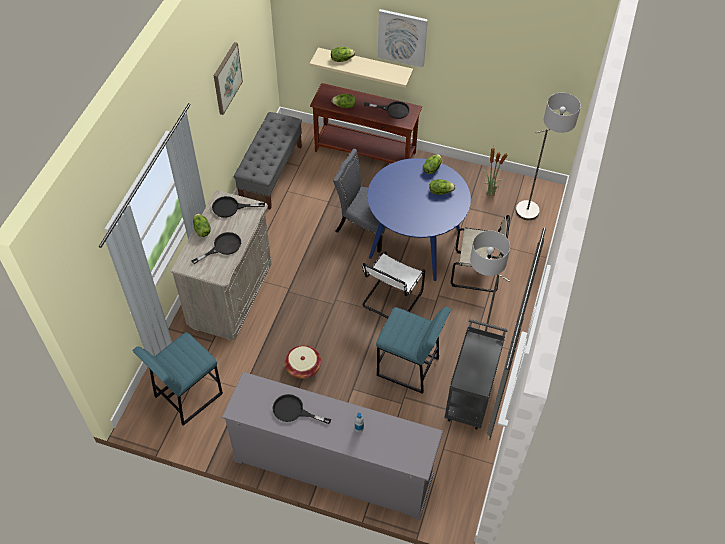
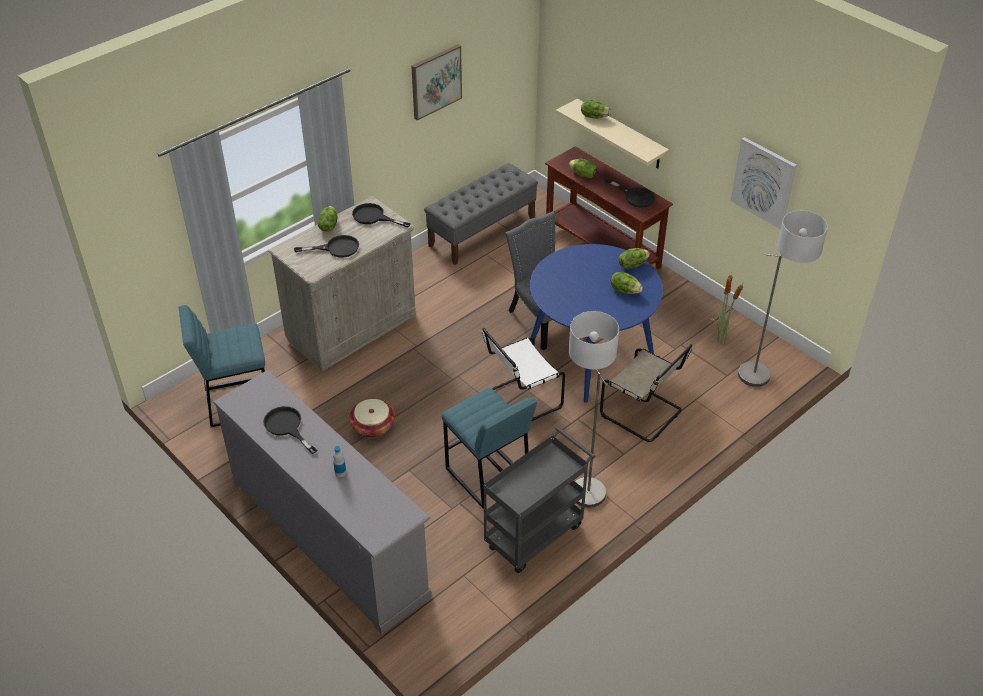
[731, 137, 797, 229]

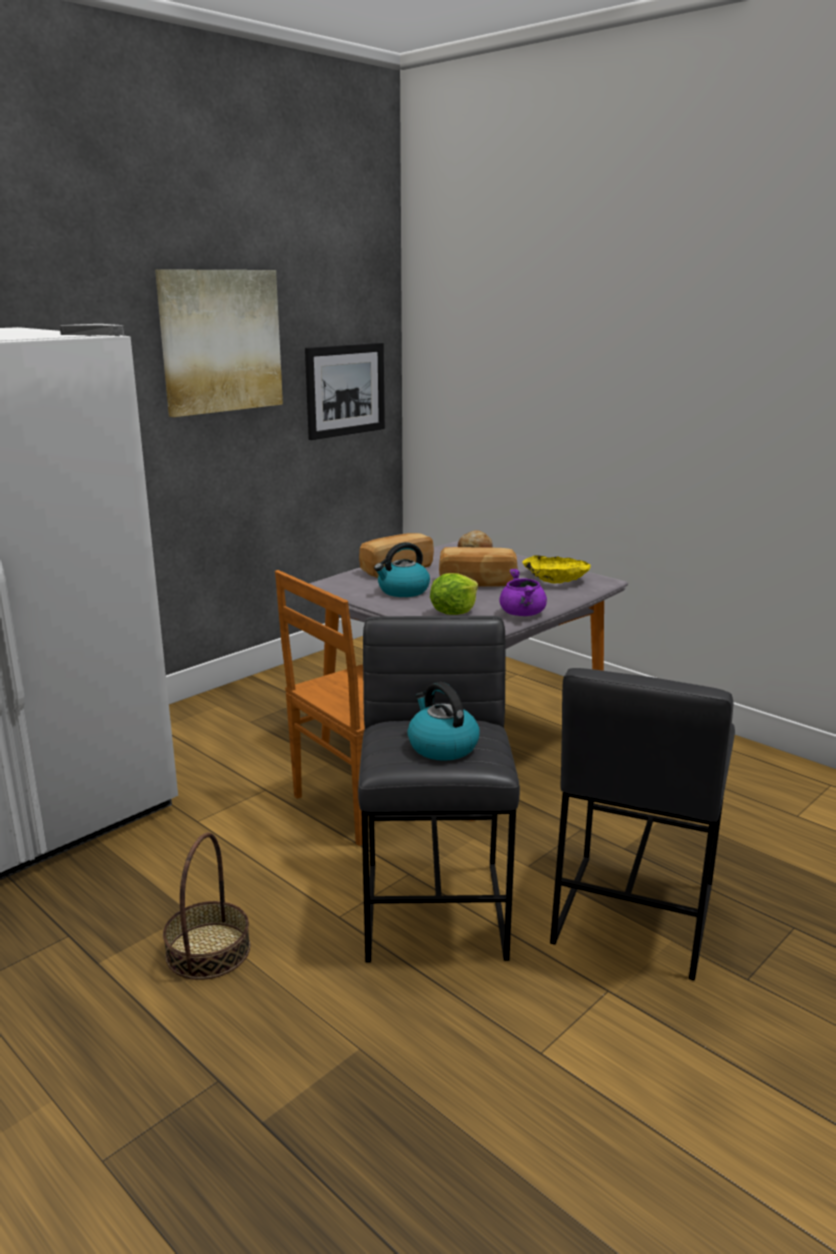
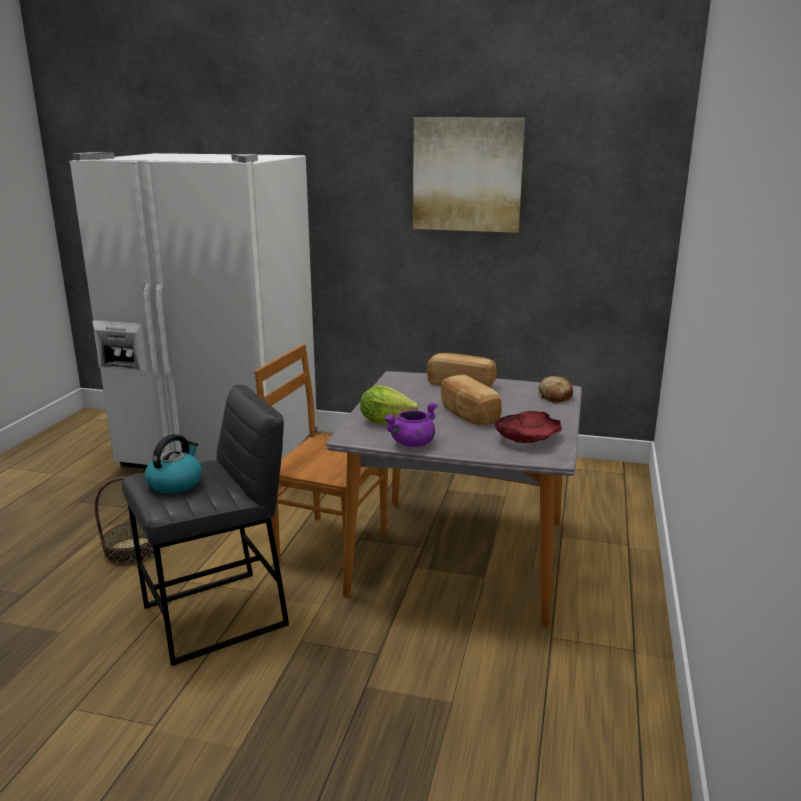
[305, 343, 385, 440] (first image)
[374, 542, 430, 597] (first image)
[550, 668, 735, 981] (first image)
[495, 411, 562, 443]

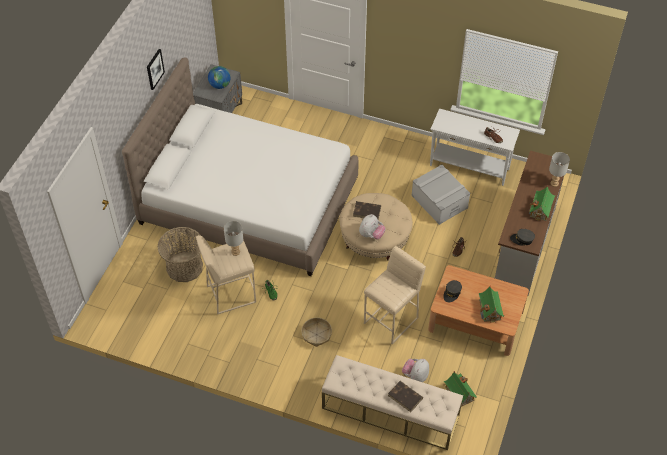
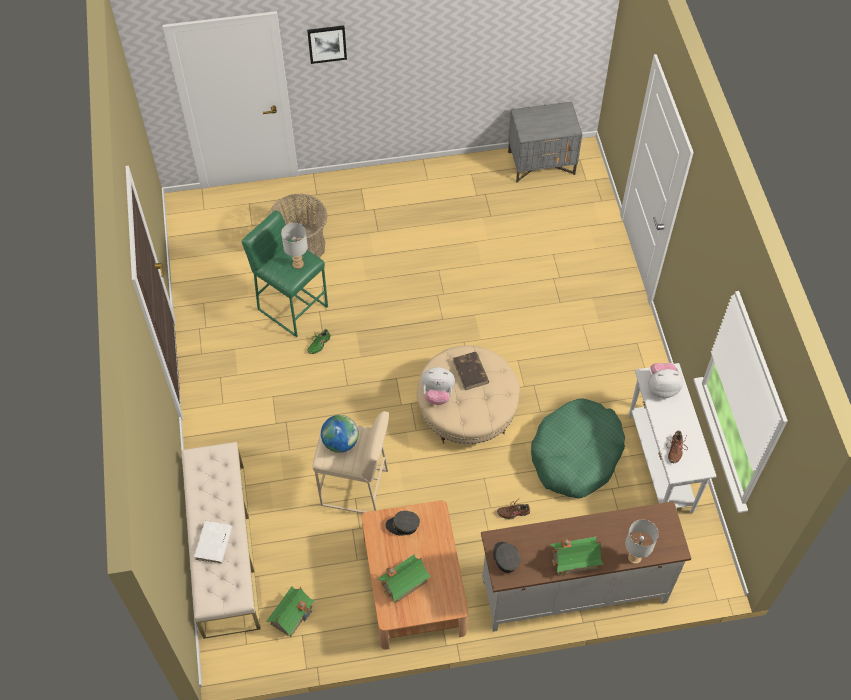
[122, 57, 359, 276] (first image)
[301, 318, 332, 347] (first image)
[307, 25, 347, 64]
[321, 415, 358, 453]
[648, 363, 684, 398]
[531, 399, 625, 499]
[242, 210, 328, 337]
[194, 521, 232, 564]

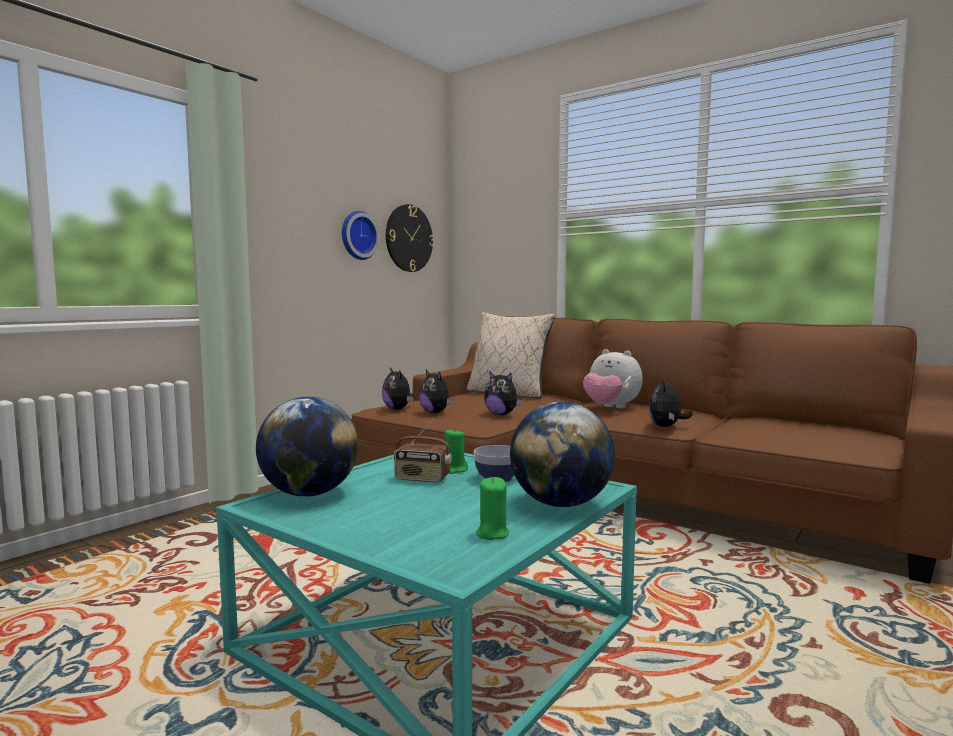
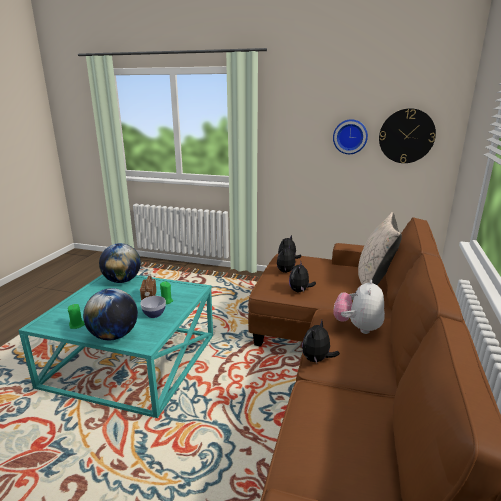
[302, 320, 340, 363]

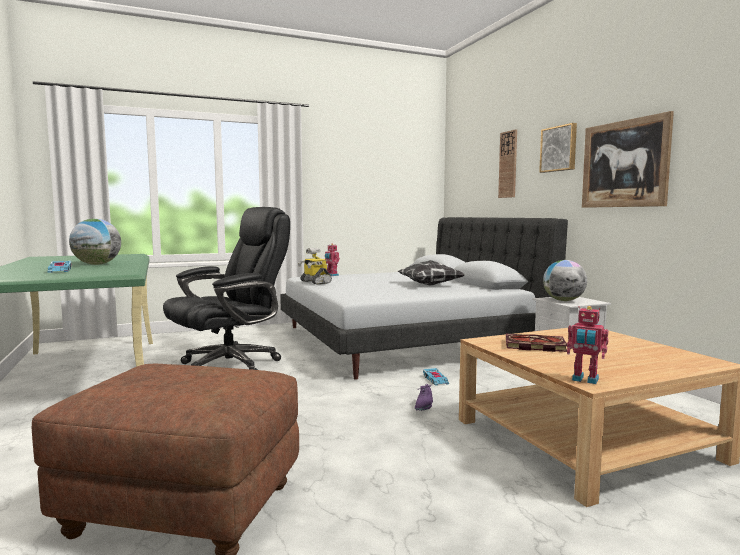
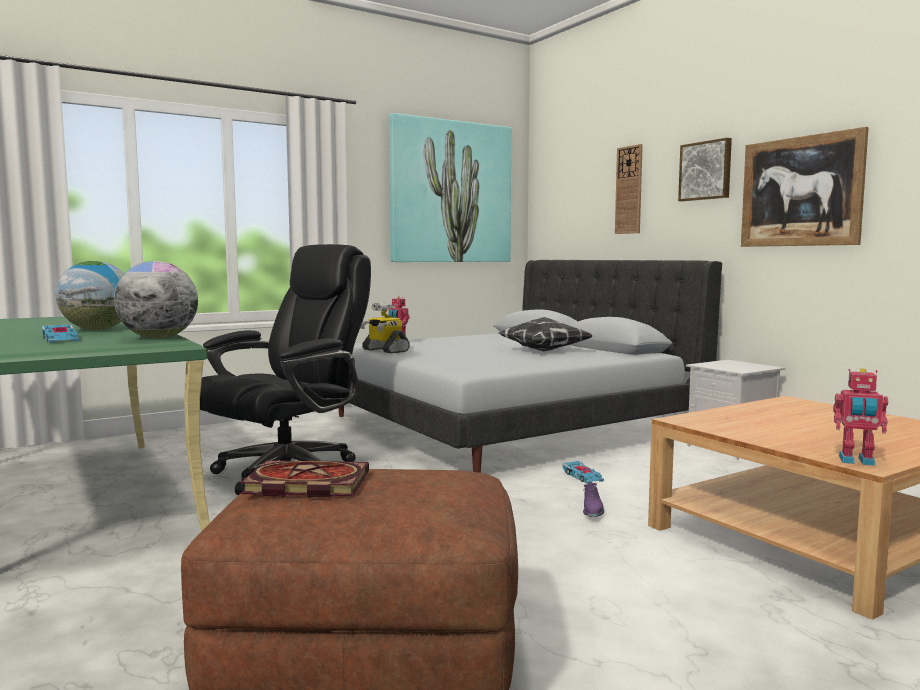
[389, 113, 512, 262]
[240, 460, 369, 497]
[114, 261, 198, 339]

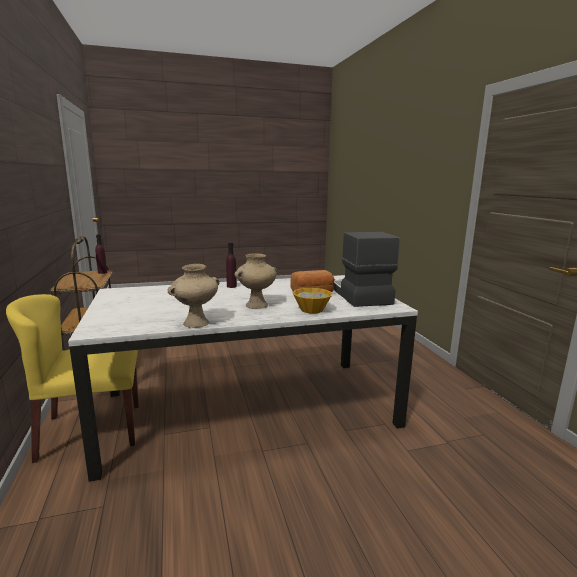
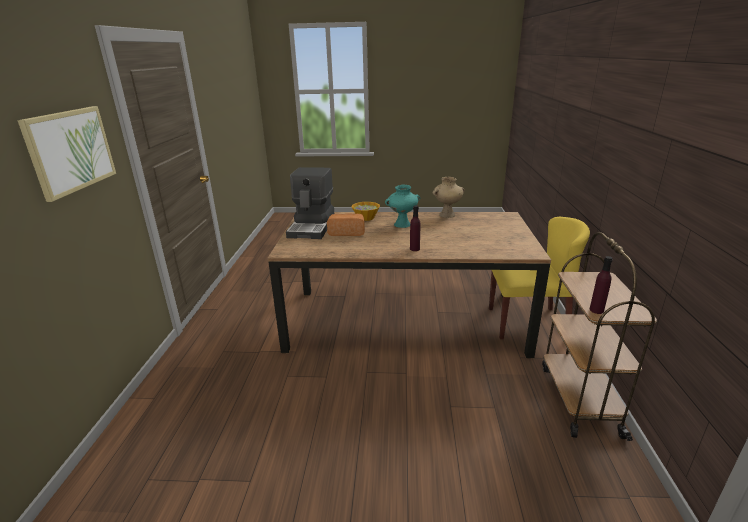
[18, 106, 116, 202]
[268, 212, 551, 358]
[385, 185, 420, 228]

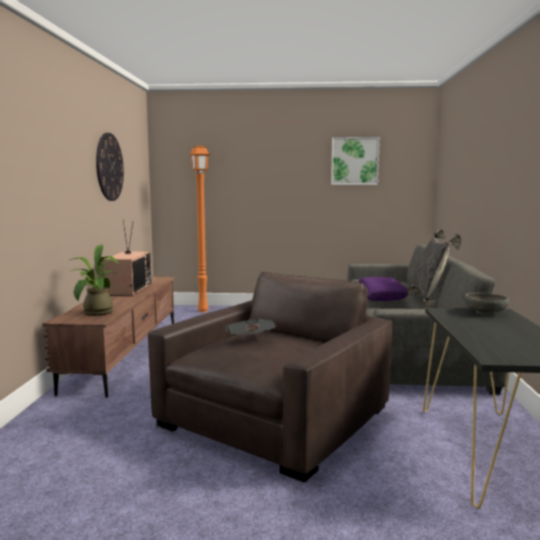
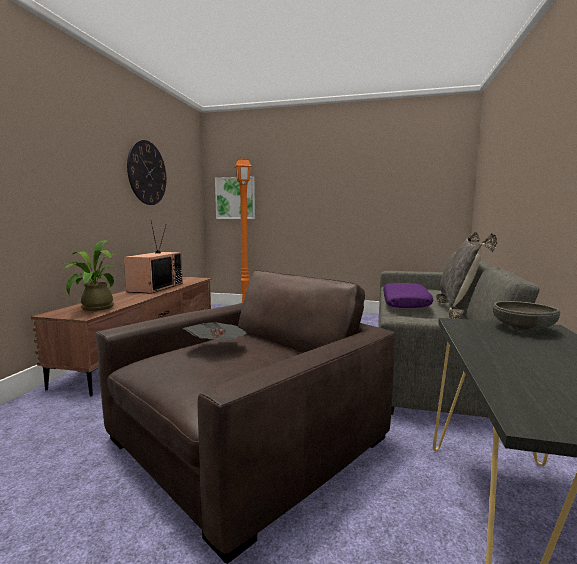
[215, 176, 255, 219]

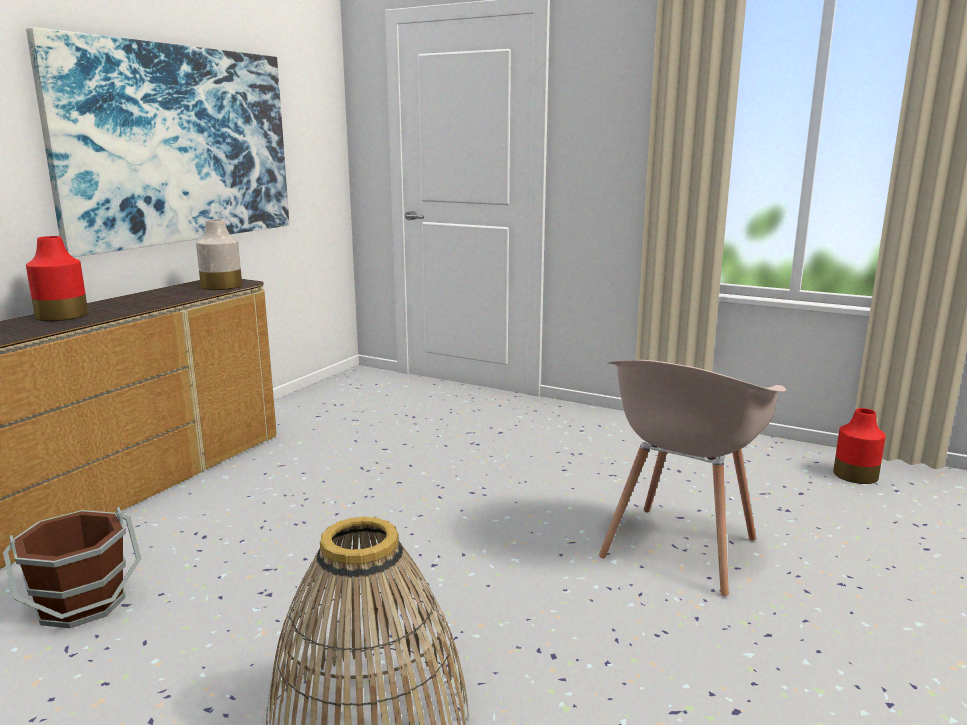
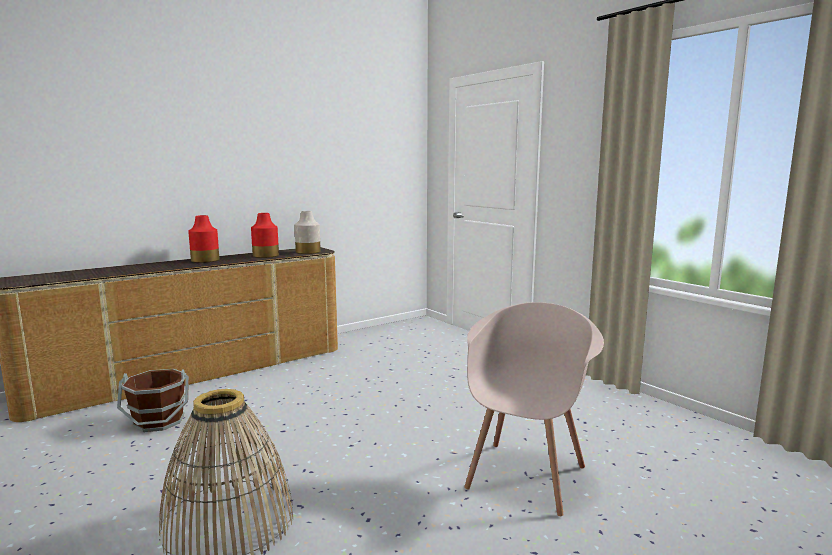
[26, 27, 289, 257] (first image)
[251, 213, 279, 258]
[464, 302, 604, 516]

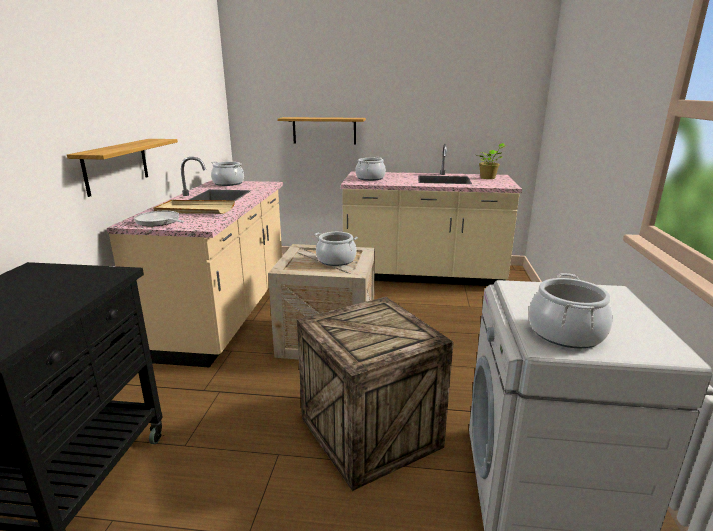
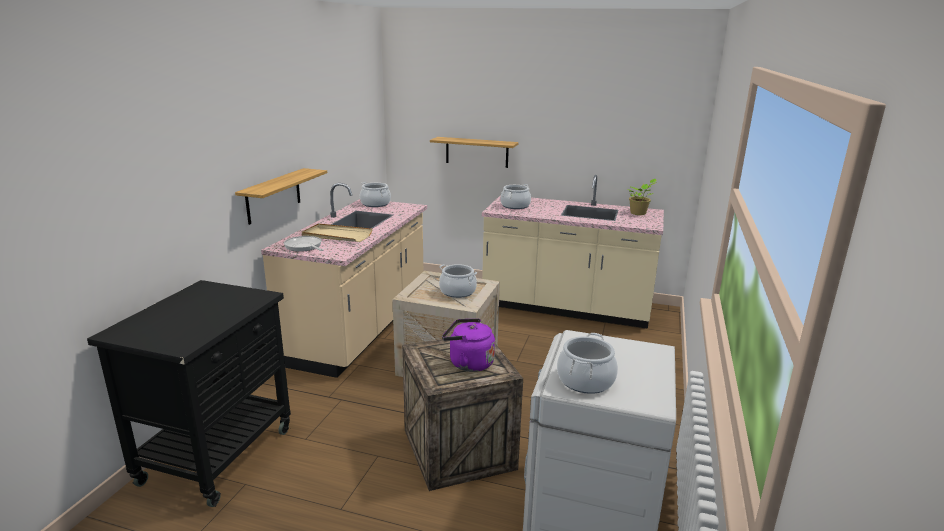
[442, 319, 495, 372]

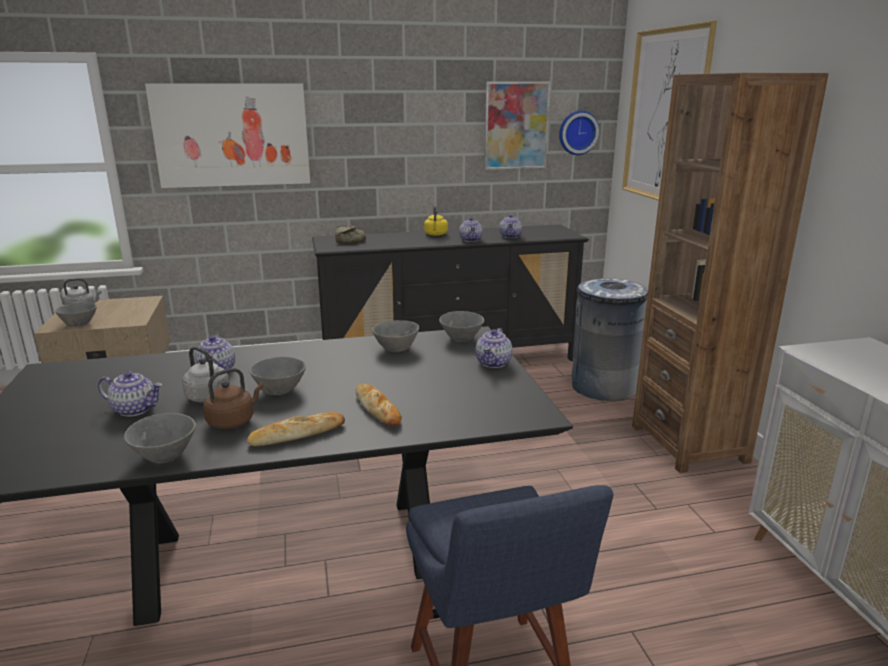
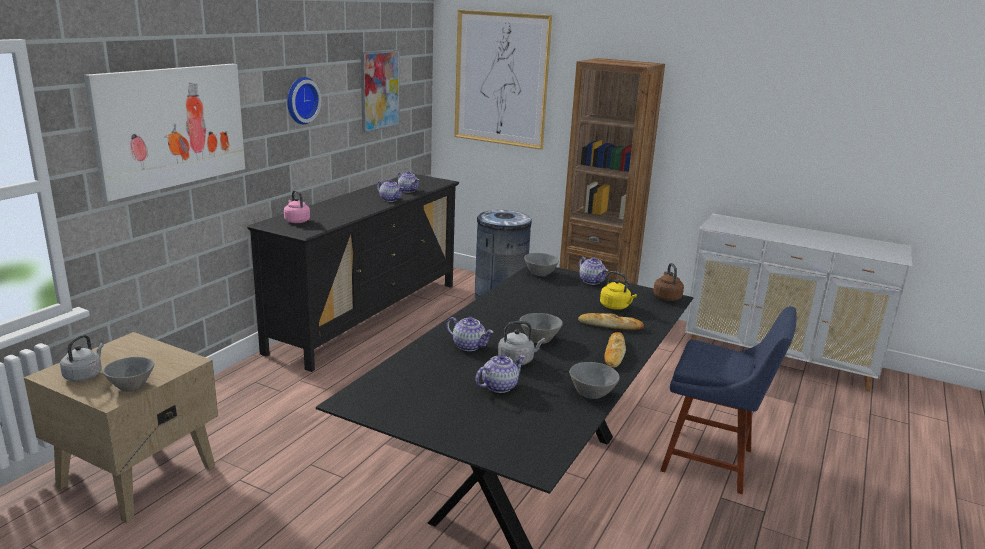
[372, 320, 419, 352] (first image)
[653, 263, 684, 301]
[600, 271, 637, 310]
[287, 77, 321, 124]
[284, 190, 310, 223]

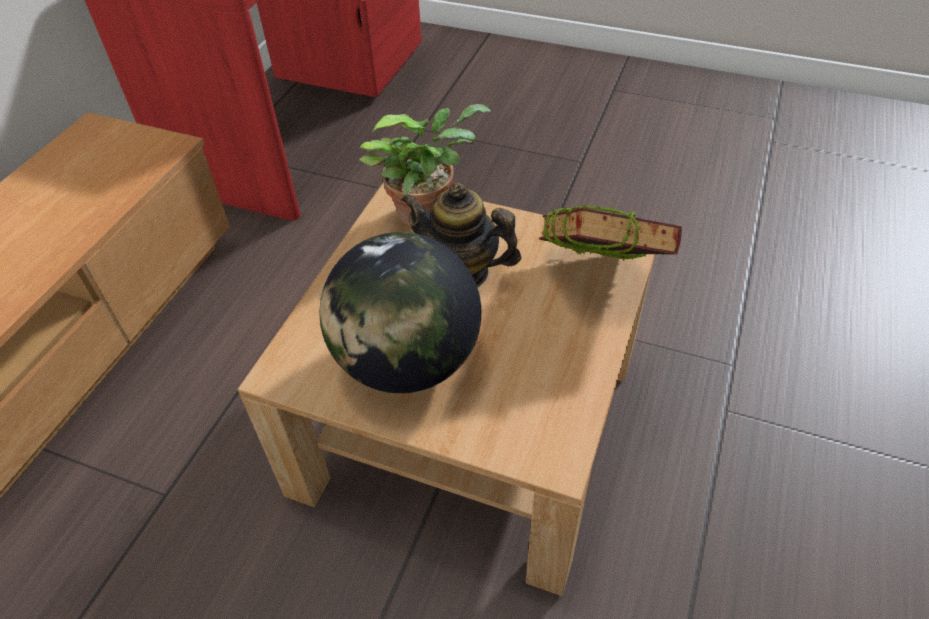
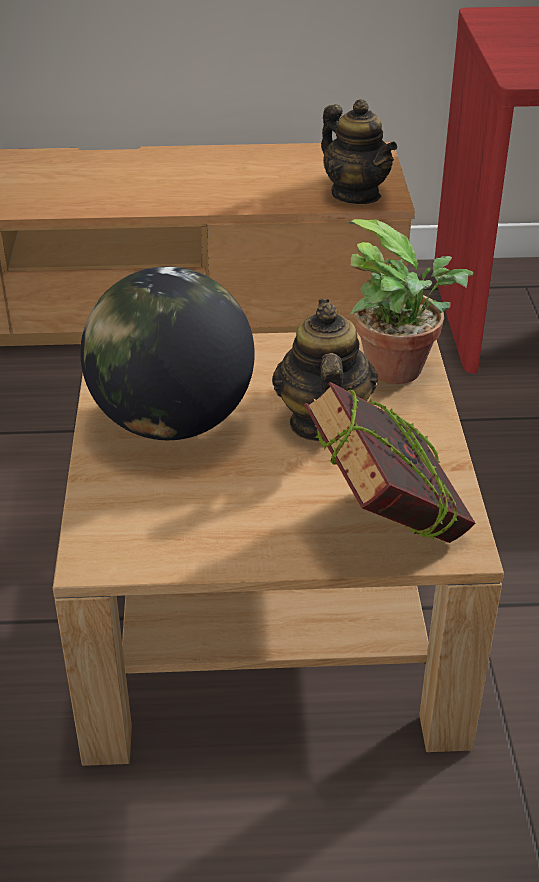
[321, 99, 397, 204]

